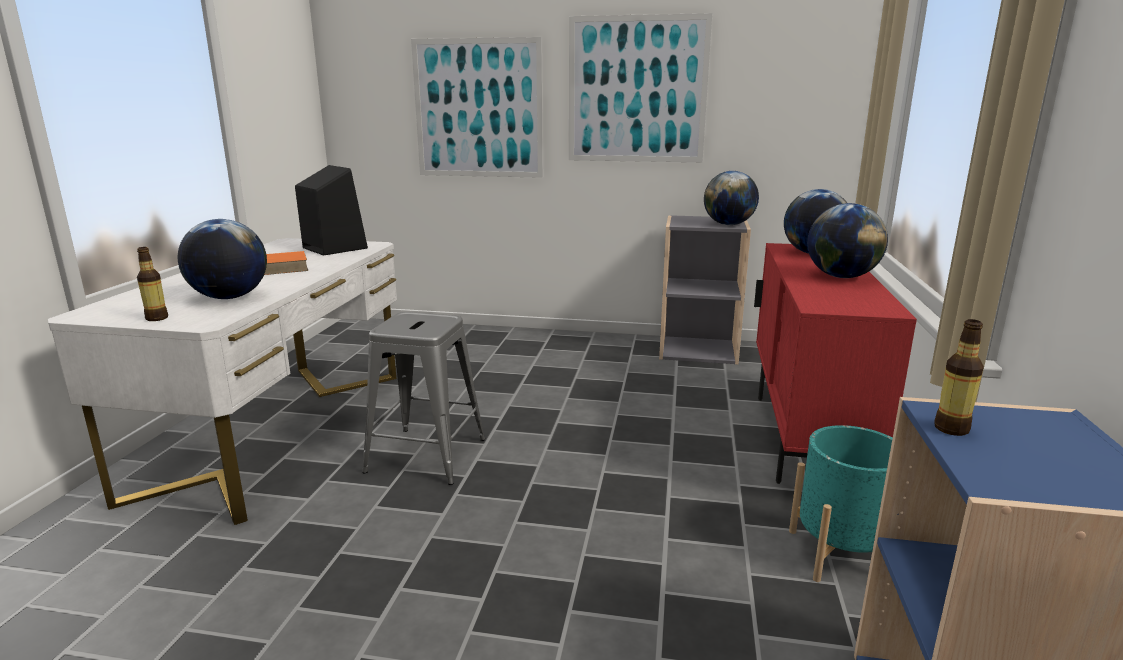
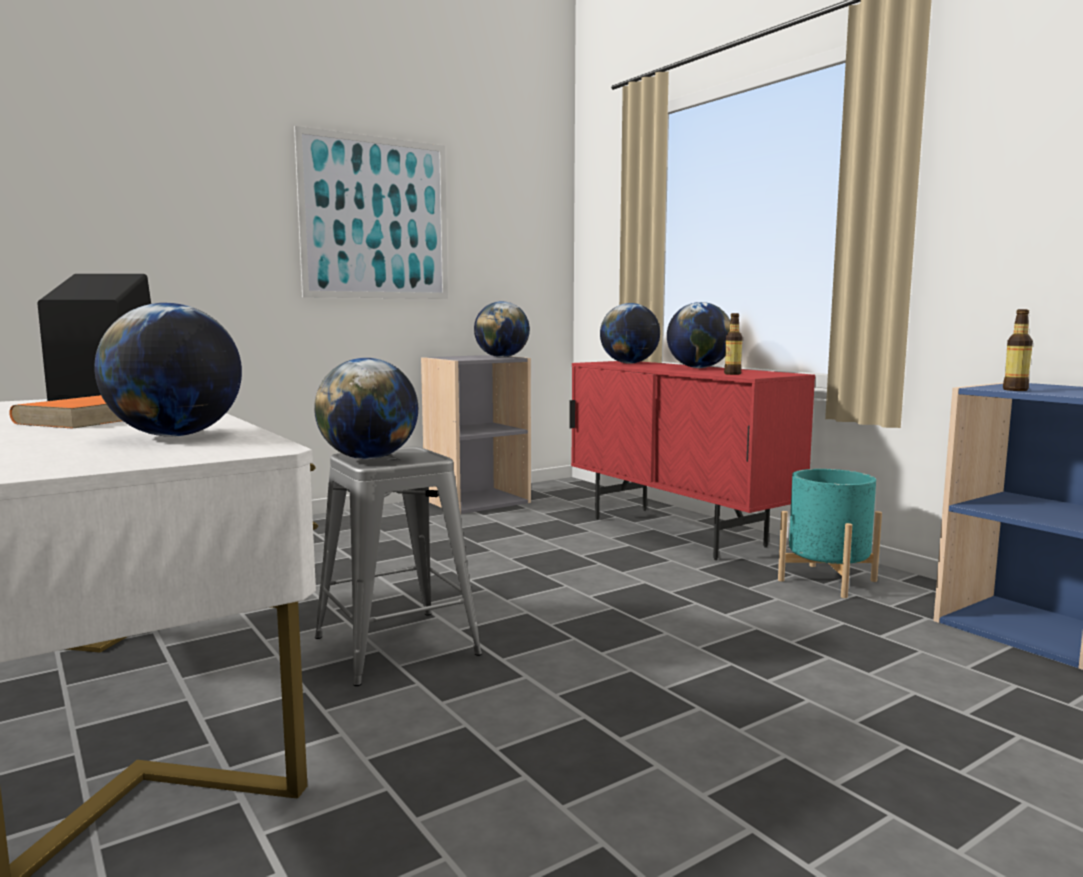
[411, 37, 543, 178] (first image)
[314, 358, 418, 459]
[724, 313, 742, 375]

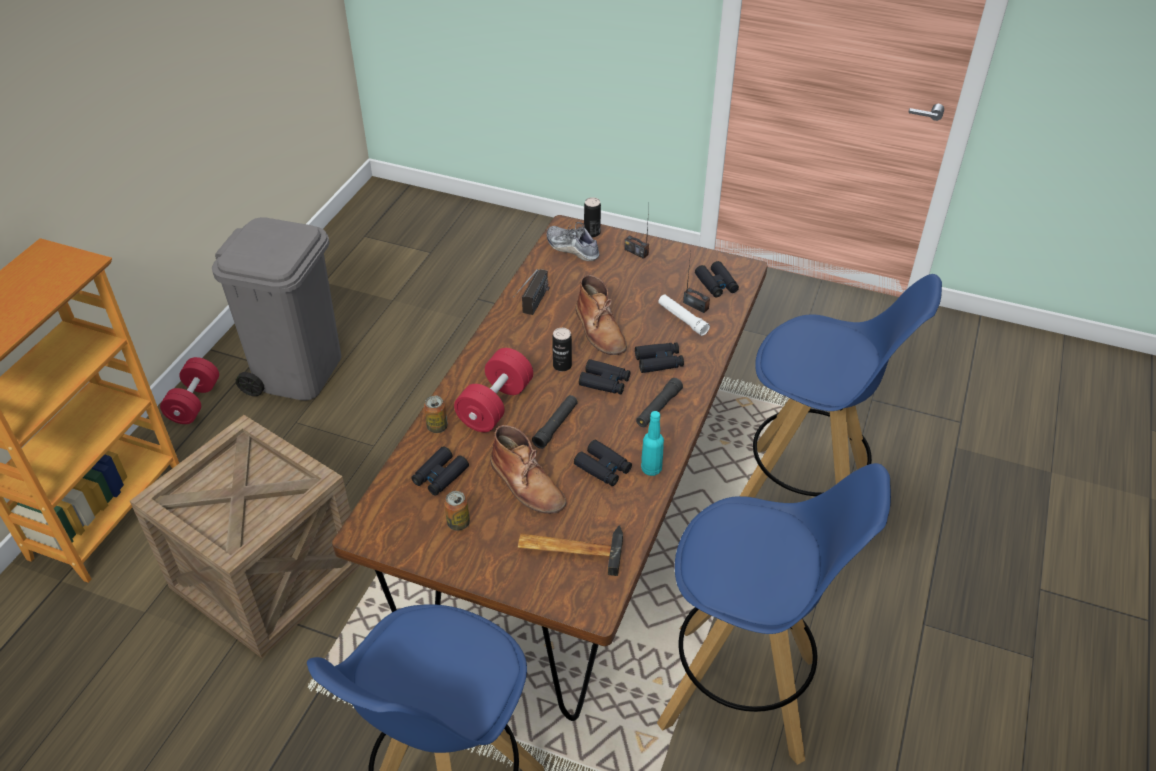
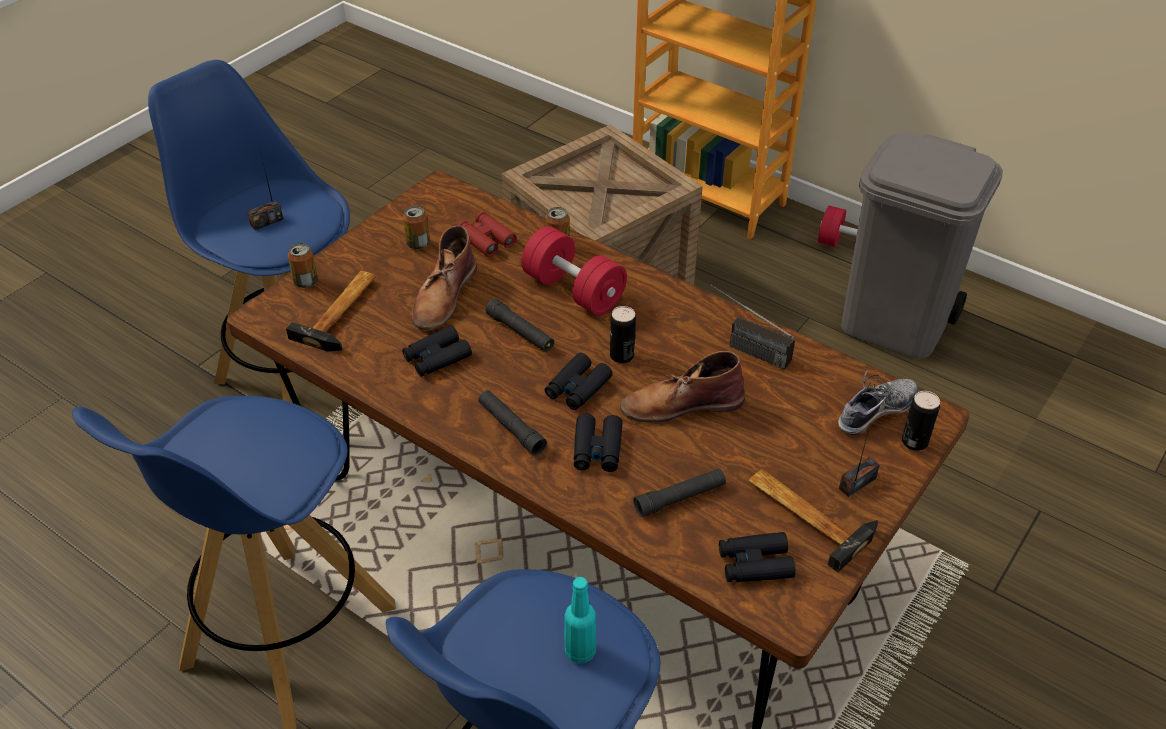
[288, 243, 318, 288]
[749, 469, 879, 572]
[564, 577, 596, 663]
[247, 146, 283, 230]
[458, 212, 517, 257]
[633, 468, 726, 517]
[412, 225, 477, 330]

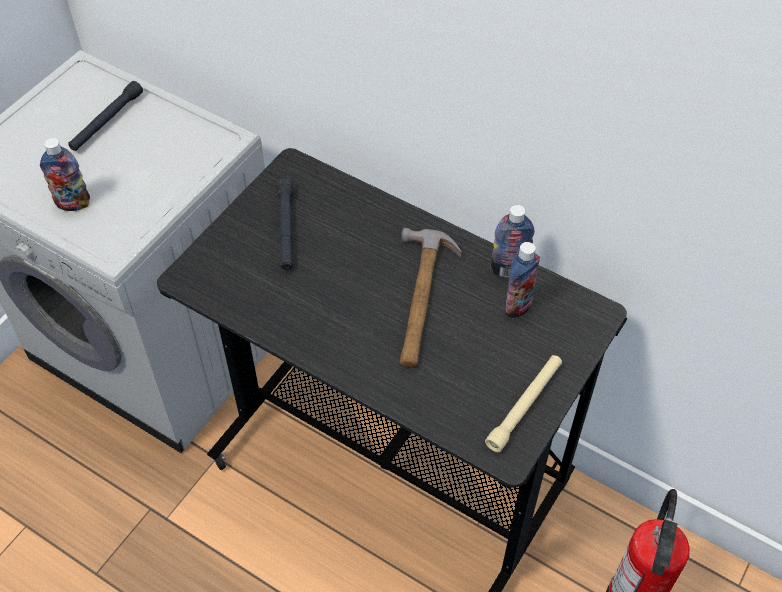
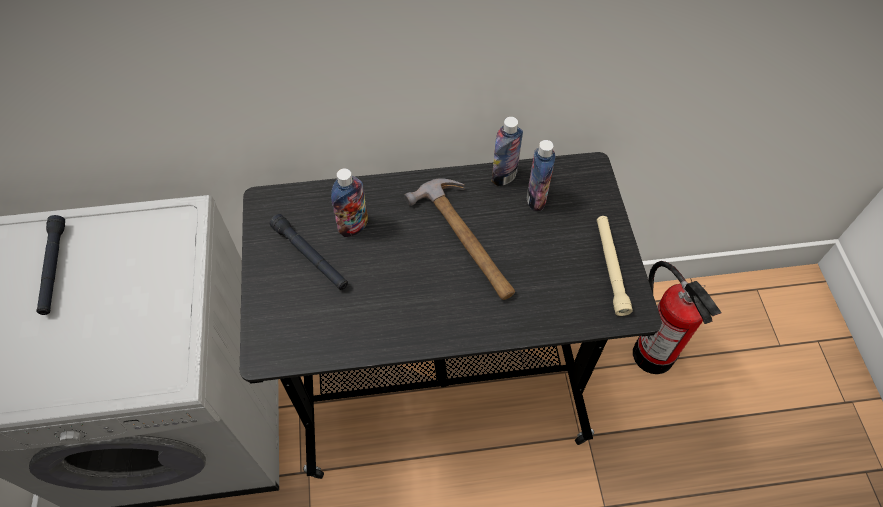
[331, 169, 368, 237]

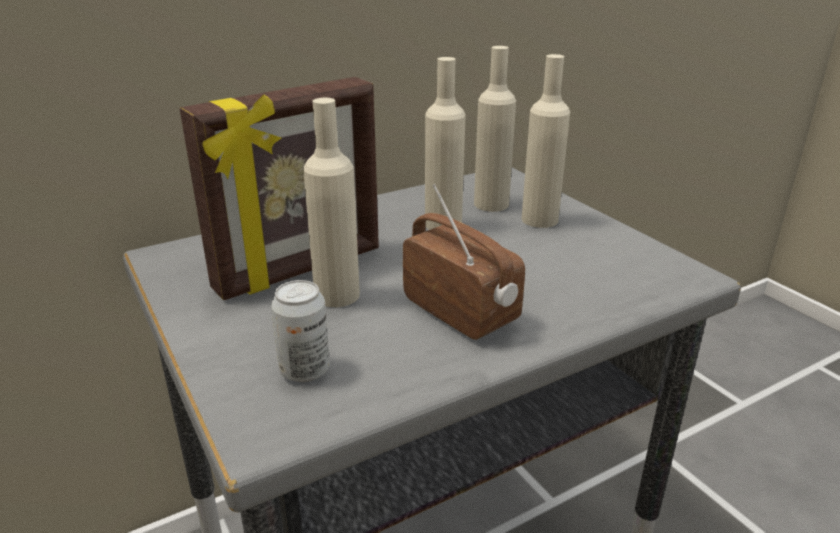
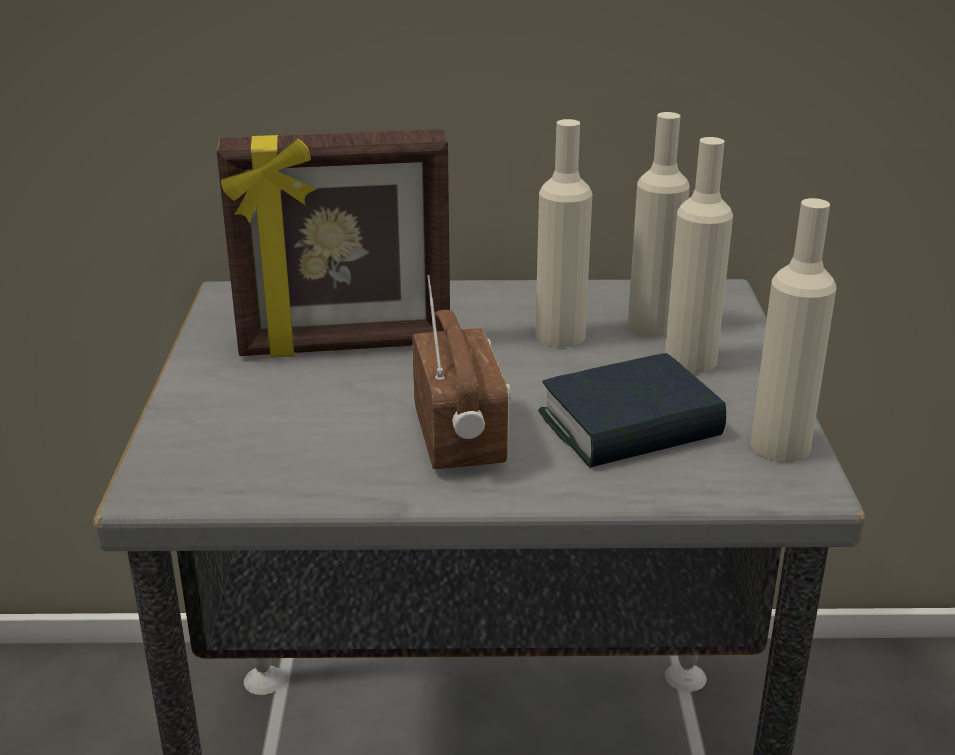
[271, 280, 330, 382] (first image)
[538, 353, 726, 468]
[751, 198, 836, 462]

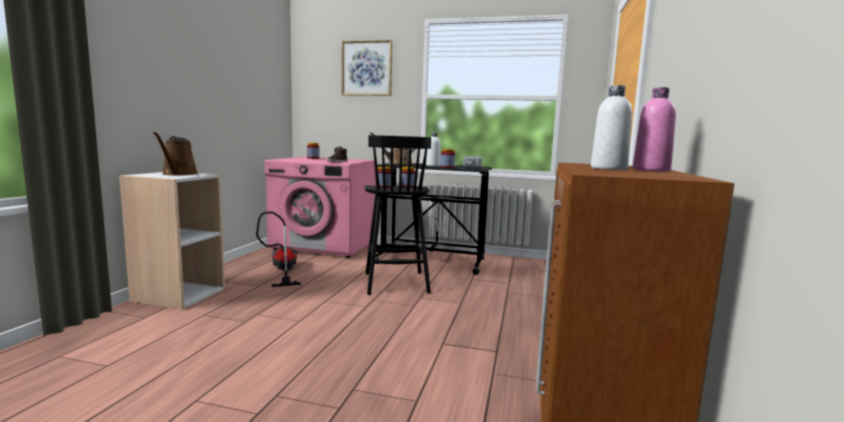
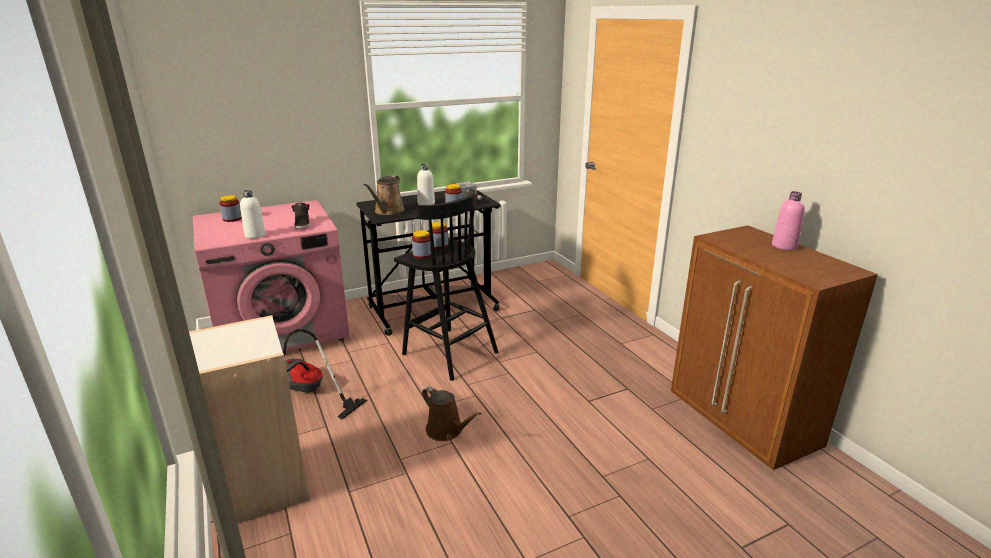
[342, 40, 392, 96] (first image)
[422, 386, 482, 441]
[240, 190, 266, 239]

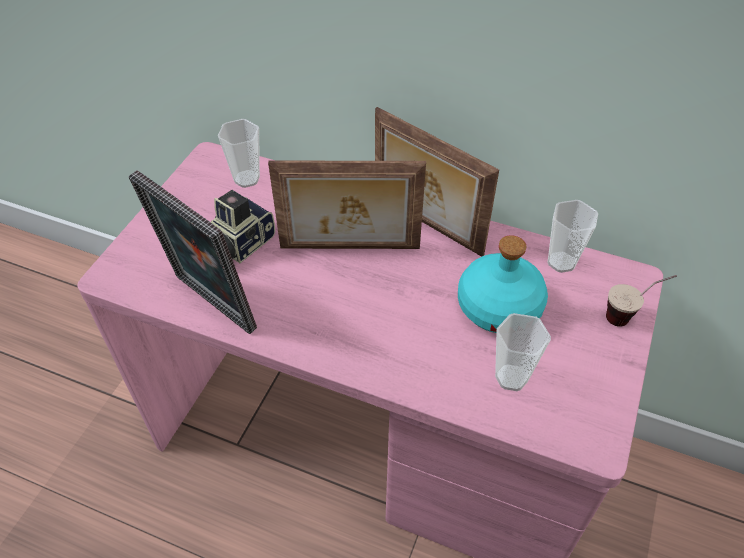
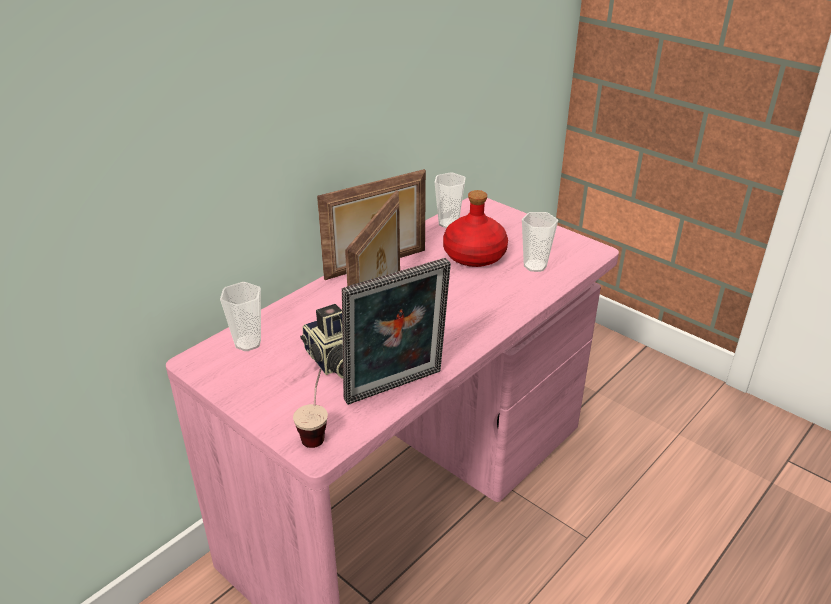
[293, 369, 328, 448]
[443, 190, 508, 267]

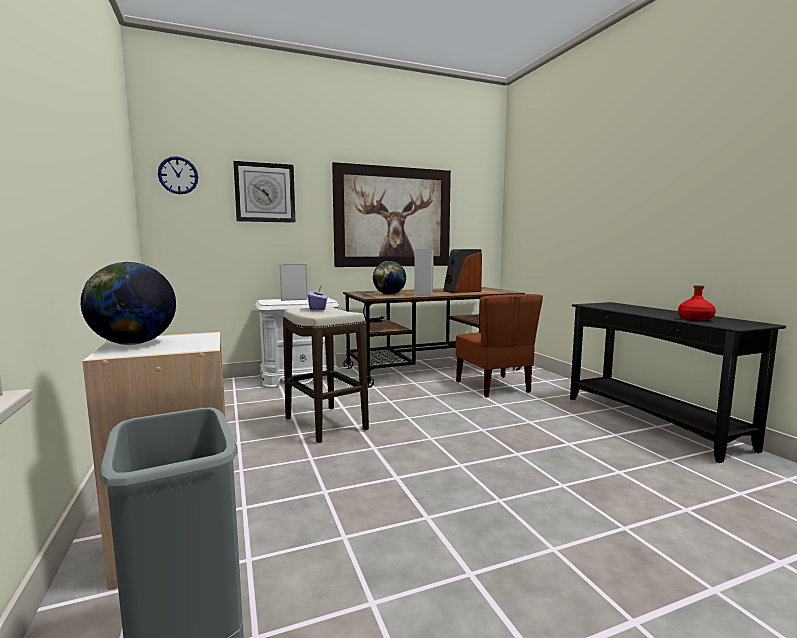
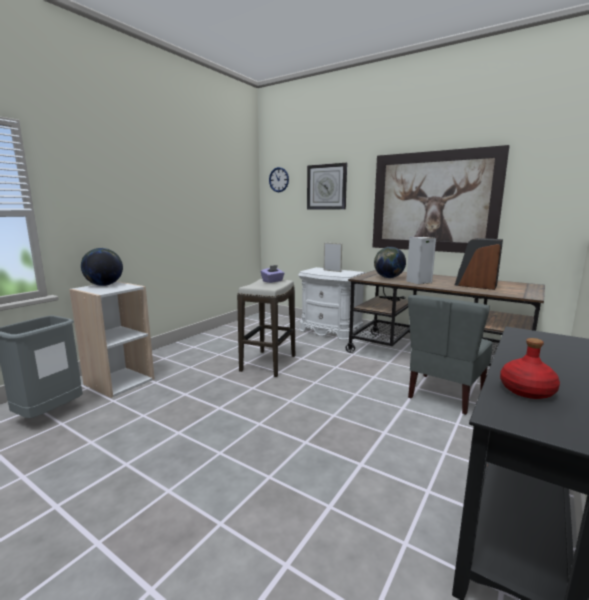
[408, 295, 493, 415]

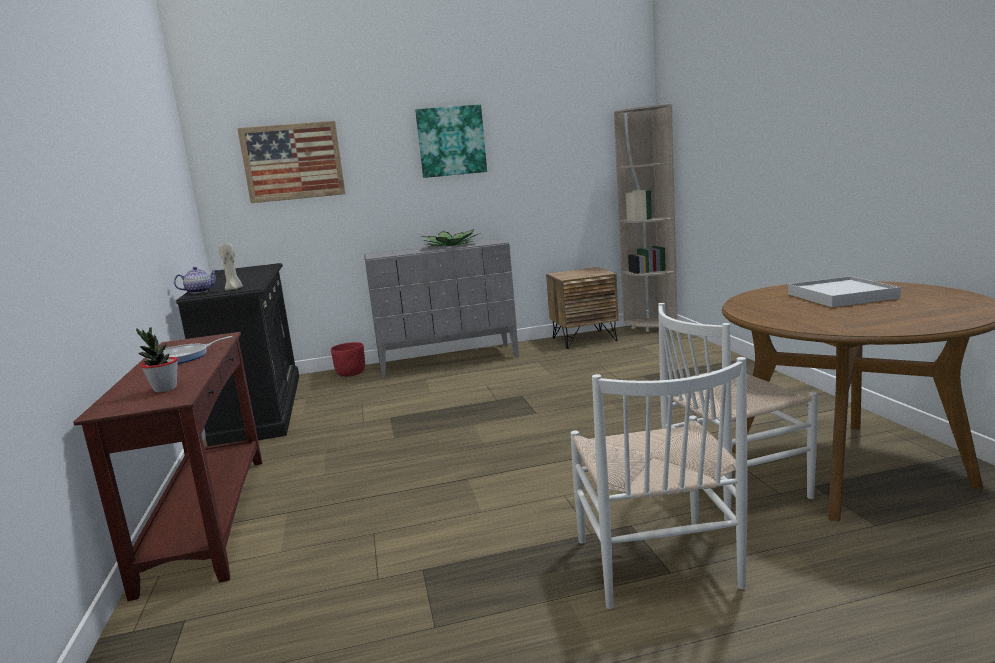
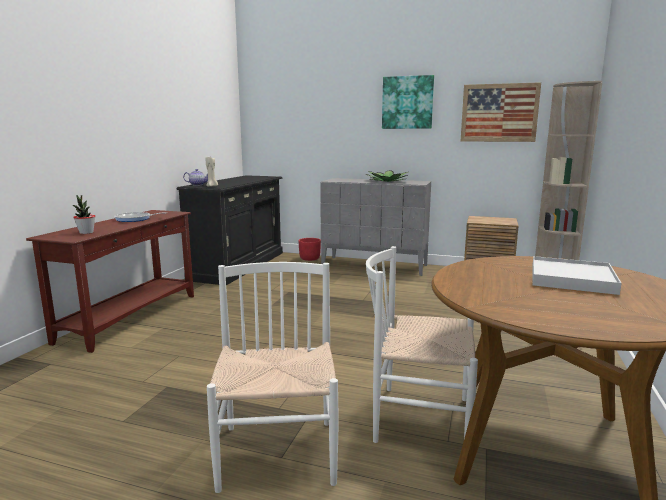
[461, 82, 541, 142]
[207, 262, 339, 493]

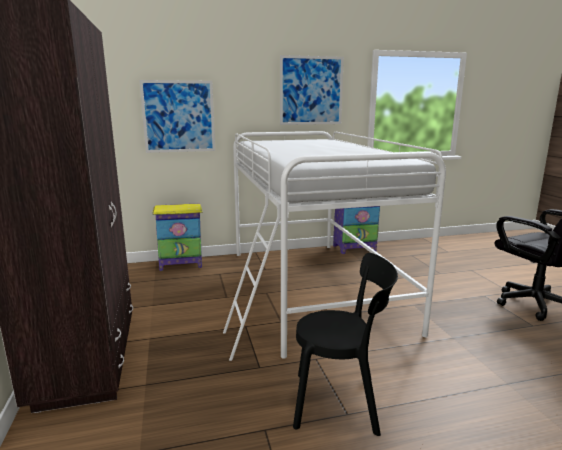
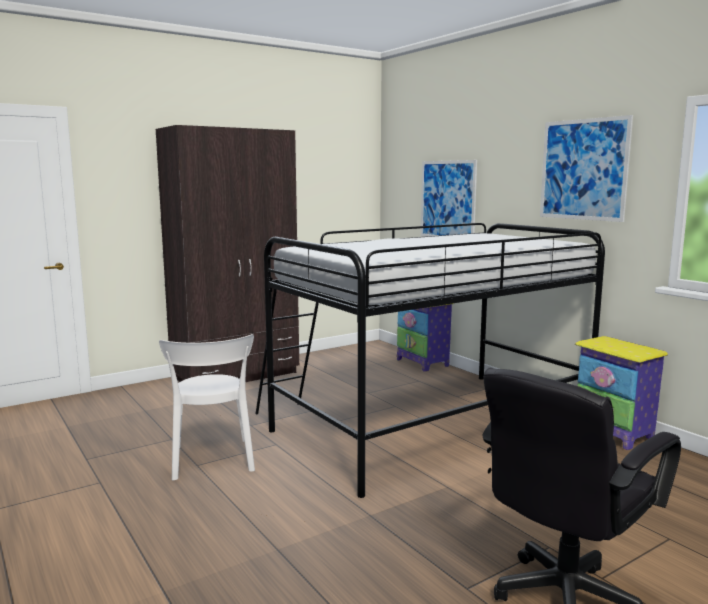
[256, 223, 605, 498]
[159, 334, 255, 480]

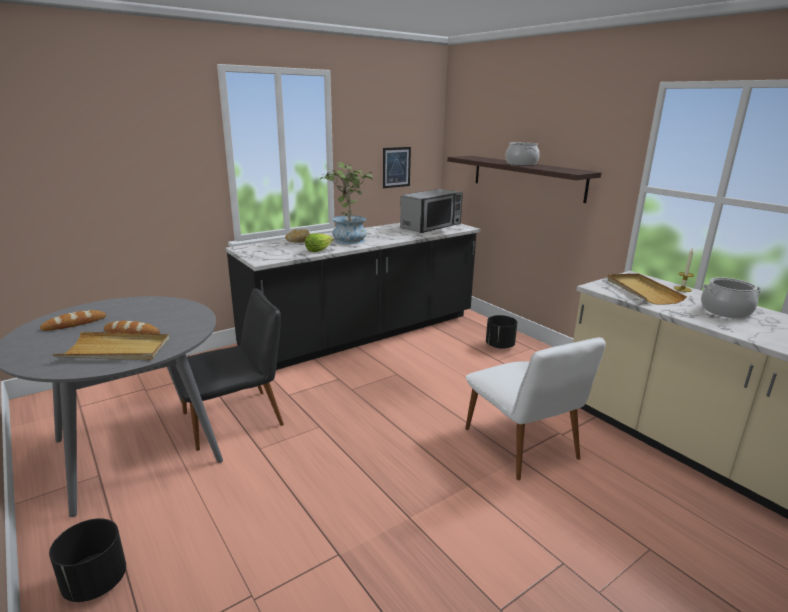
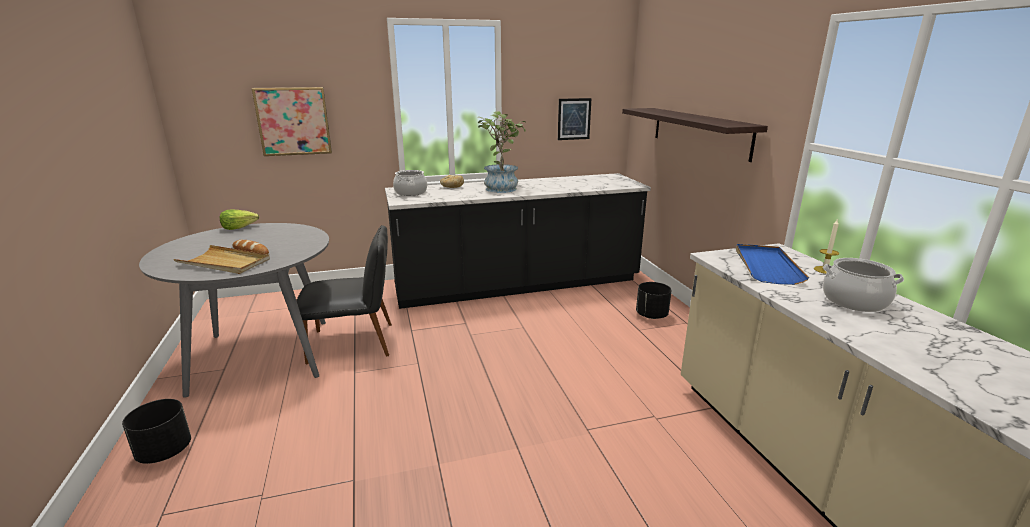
[40, 310, 106, 331] (first image)
[400, 189, 463, 233] (first image)
[465, 337, 606, 480] (first image)
[251, 87, 332, 156]
[220, 210, 259, 230]
[393, 170, 427, 196]
[736, 244, 809, 285]

